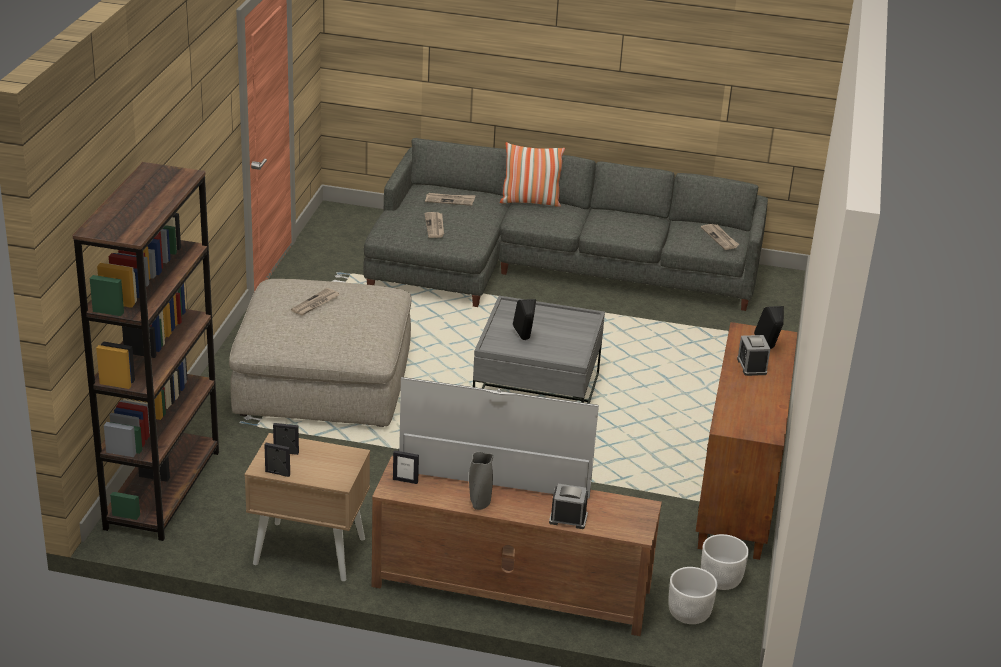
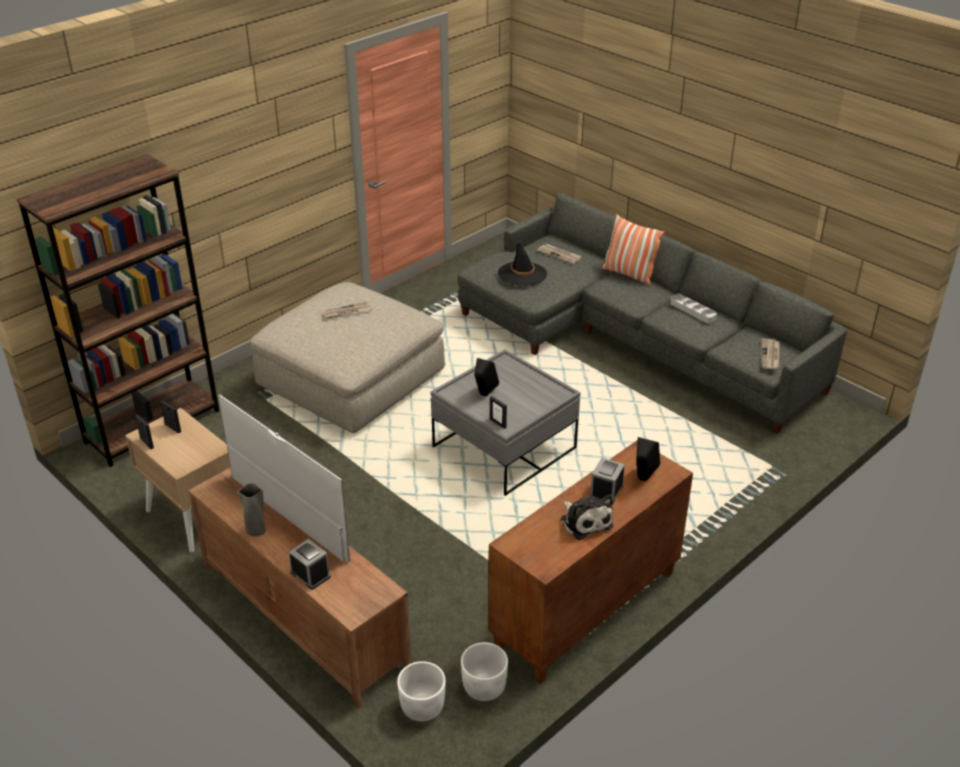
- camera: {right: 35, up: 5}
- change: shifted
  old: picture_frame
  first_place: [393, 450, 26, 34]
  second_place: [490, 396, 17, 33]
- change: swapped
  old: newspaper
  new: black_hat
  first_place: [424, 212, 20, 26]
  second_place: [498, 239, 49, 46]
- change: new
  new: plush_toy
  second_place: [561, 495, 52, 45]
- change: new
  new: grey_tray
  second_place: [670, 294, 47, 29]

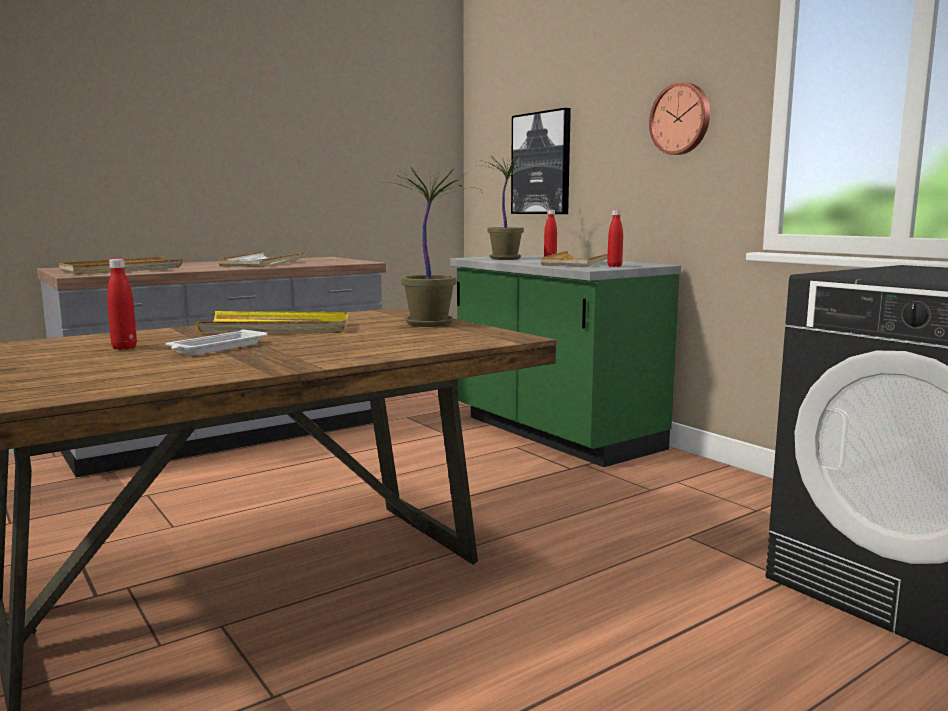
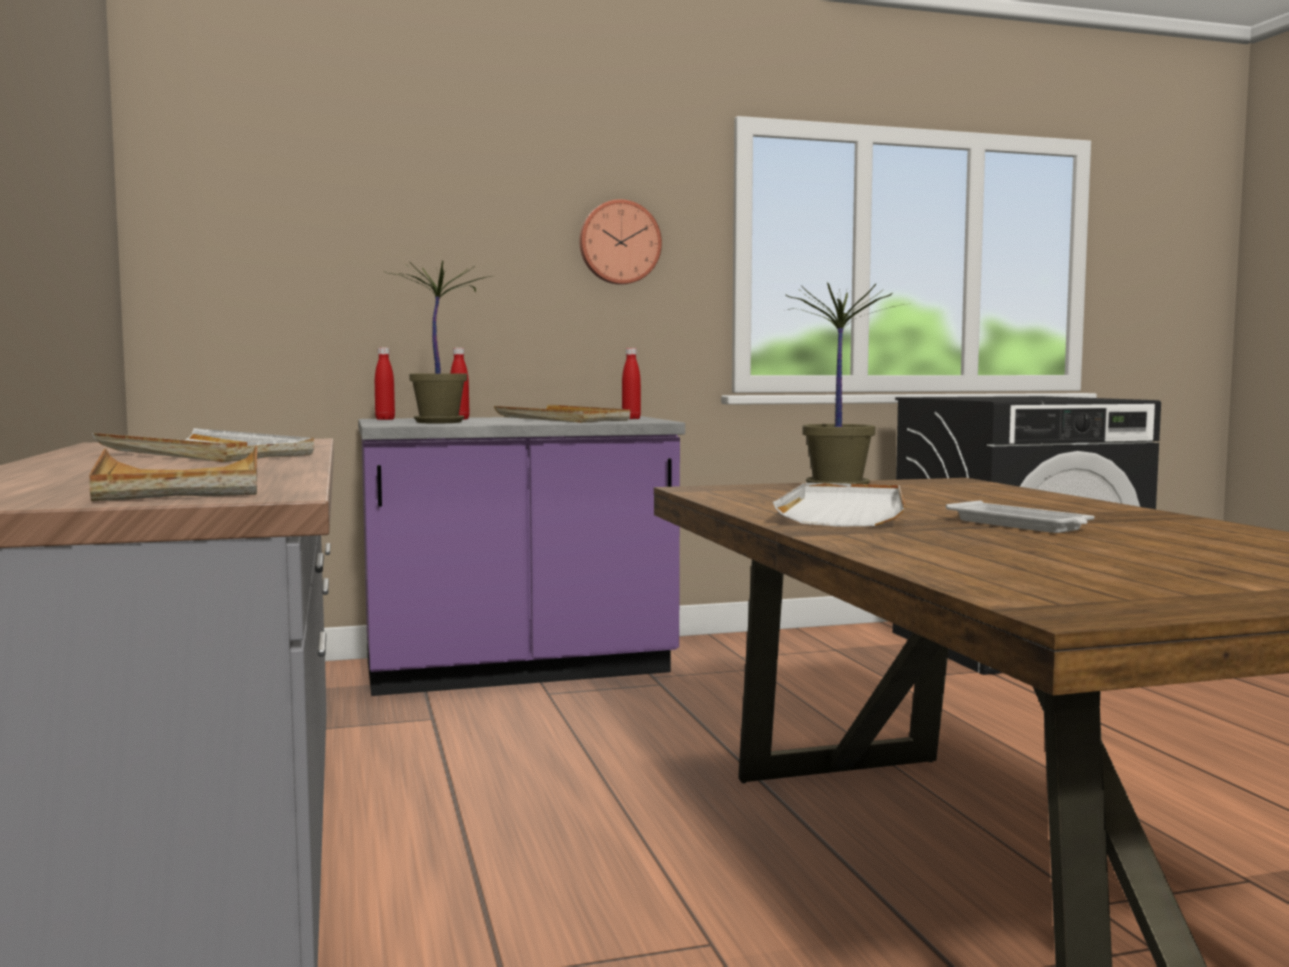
- camera: {right: -70, up: -5}
- change: shifted
  old: red_bottle
  first_place: [107, 259, 30, 91]
  second_place: [375, 348, 20, 72]
- change: repainted
  old: yellow_tray
  new: white_tray
  first_place: [196, 311, 153, 22]
  second_place: [773, 483, 133, 44]
- change: repainted
  old: green_counter
  new: purple_counter
  first_place: [450, 255, 231, 212]
  second_place: [358, 416, 327, 280]
- change: gone
  old: picture
  first_place: [511, 108, 60, 106]

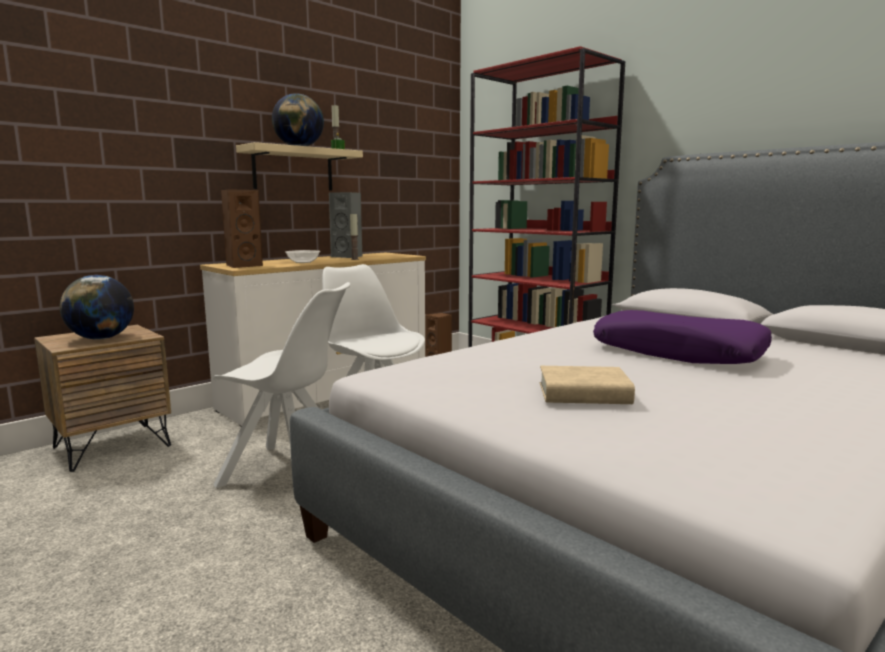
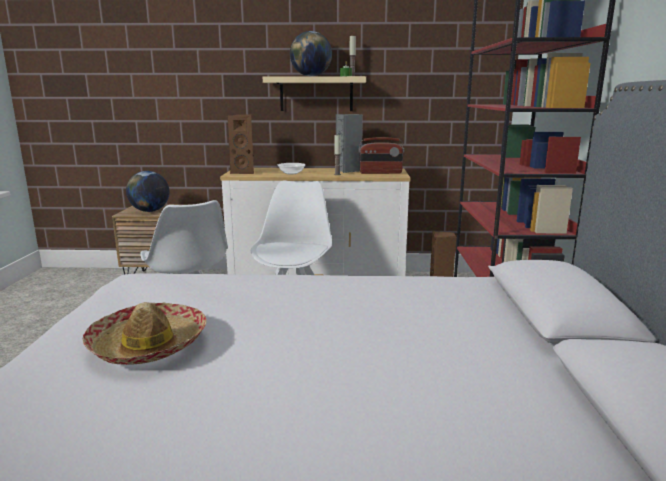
- camera: {right: 45, up: 5}
- change: swapped
  old: beige_book
  new: hat
  first_place: [540, 366, 95, 38]
  second_place: [83, 302, 124, 63]
- change: gone
  old: purple_pillow
  first_place: [593, 310, 179, 54]
- change: new
  new: radio
  second_place: [358, 137, 46, 37]

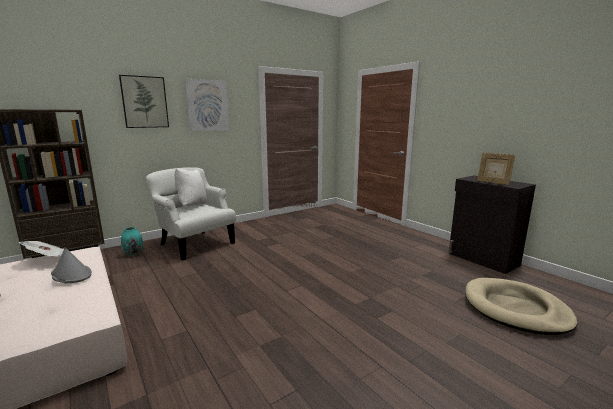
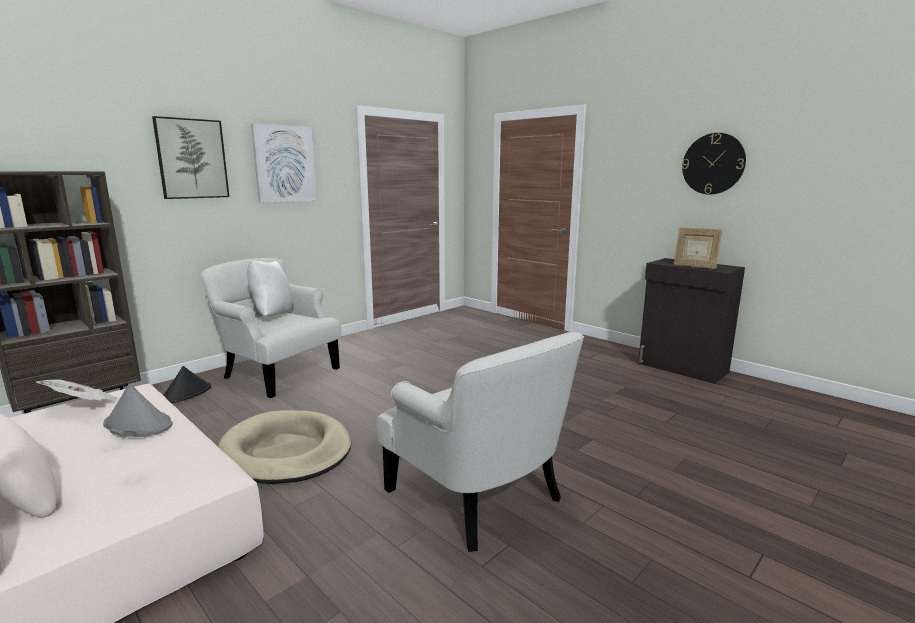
- camera: {right: -10, up: 0}
- change: swapped
  old: turquoise_vase
  new: black_hat
  first_place: [121, 227, 22, 29]
  second_place: [163, 366, 48, 37]
- change: shifted
  old: beige_dog_bed
  first_place: [465, 278, 112, 57]
  second_place: [218, 410, 133, 74]
- change: new
  new: white_armchair
  second_place: [376, 332, 208, 220]
- change: new
  new: wall_clock
  second_place: [682, 133, 64, 62]

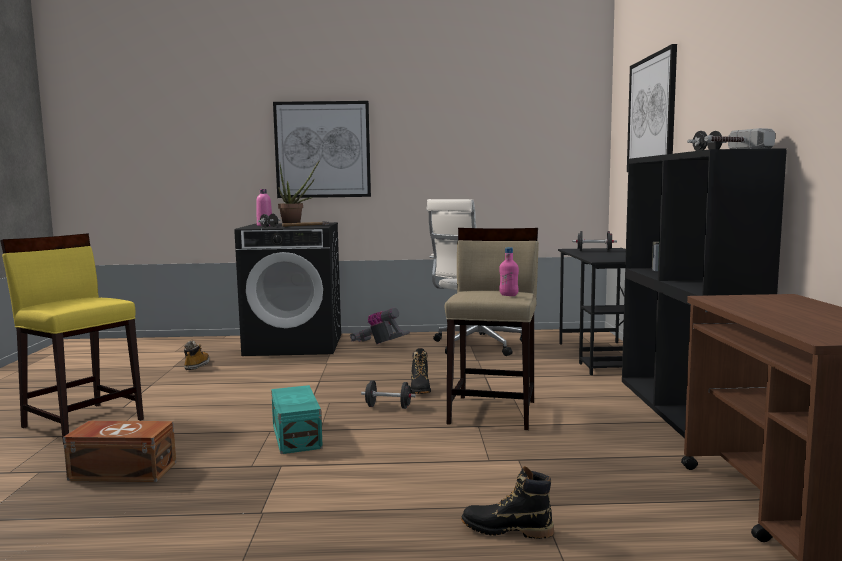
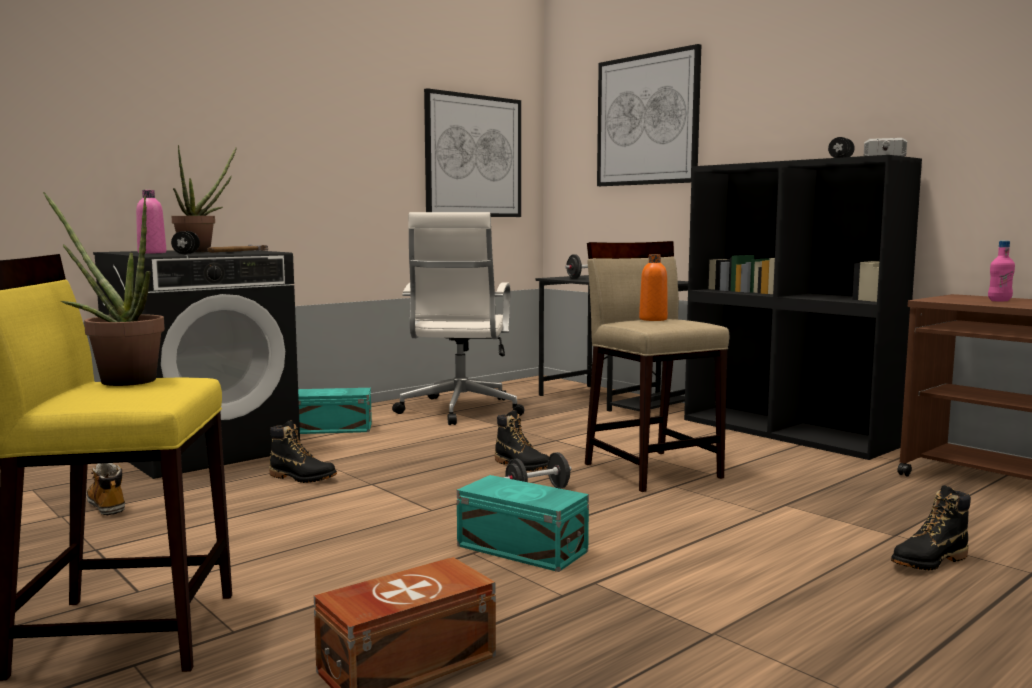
- camera: {right: -40, up: 0}
- change: shifted
  old: picture
  first_place: [273, 101, 98, 97]
  second_place: [424, 88, 97, 129]
- change: swapped
  old: vacuum_cleaner
  new: turquoise_storage_box
  first_place: [350, 308, 60, 36]
  second_place: [298, 388, 74, 46]
- change: shifted
  old: pink_bottle
  first_place: [499, 247, 20, 49]
  second_place: [988, 241, 27, 60]
- change: new
  new: potted_plant
  second_place: [43, 192, 122, 194]
- change: new
  new: black_boot
  second_place: [269, 420, 68, 63]
- change: new
  new: orange_bottle
  second_place: [639, 254, 29, 67]

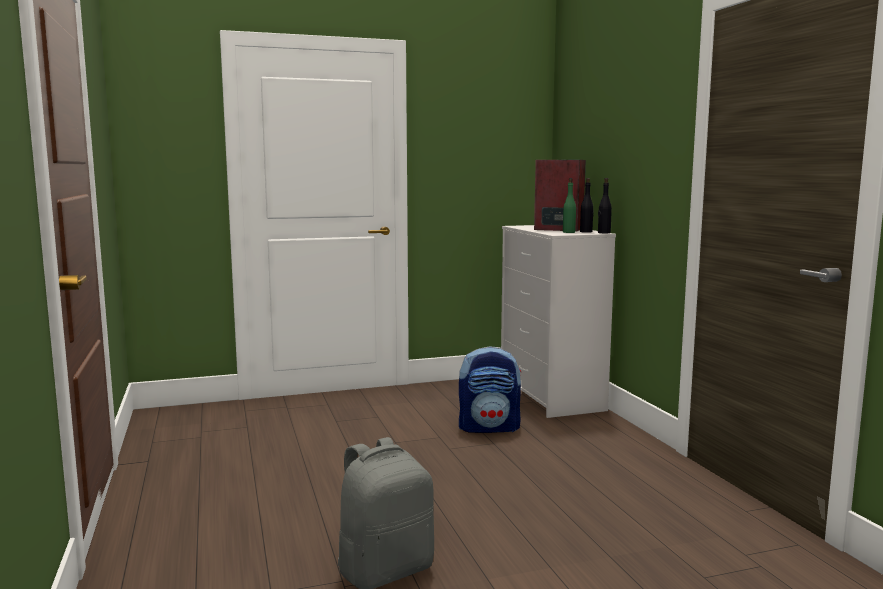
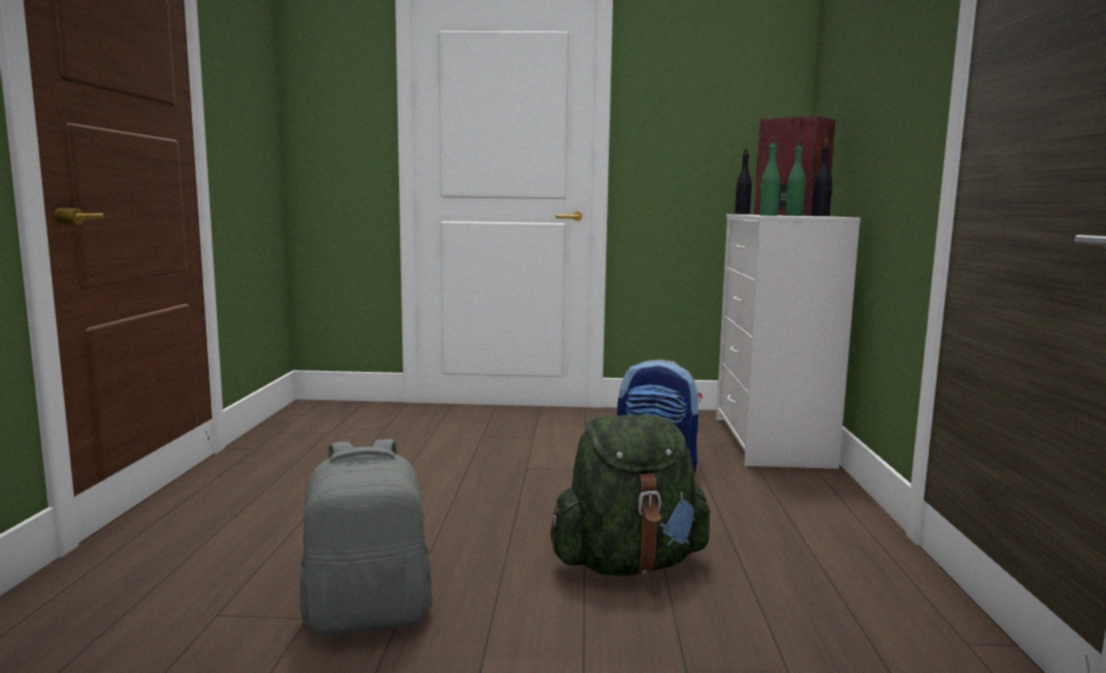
- camera: {right: 20, up: 0}
- change: shifted
  old: black_bottle
  first_place: [598, 178, 14, 55]
  second_place: [735, 148, 17, 66]
- change: new
  new: green_backpack
  second_place: [551, 415, 159, 161]
- change: new
  new: green_bottle
  second_place: [760, 137, 20, 79]

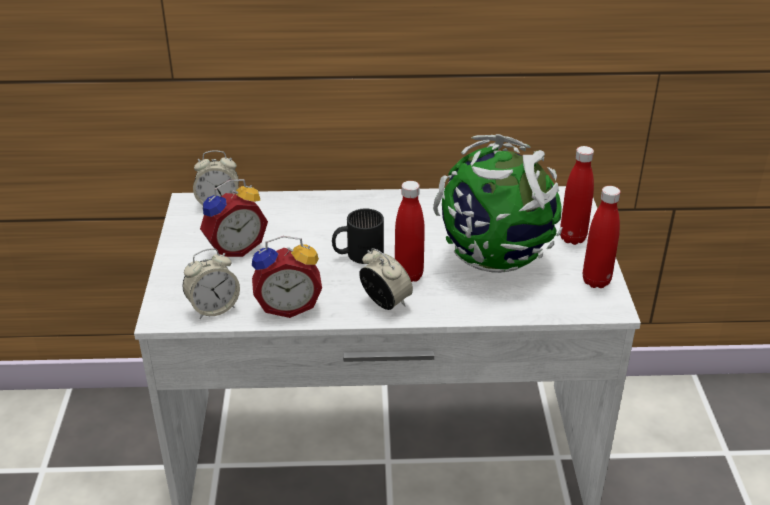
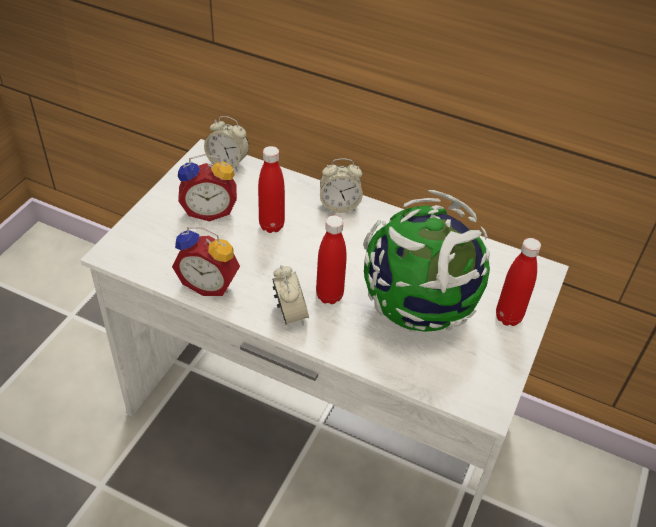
- camera: {right: 25, up: 10}
- change: shifted
  old: alarm_clock
  first_place: [182, 248, 58, 71]
  second_place: [320, 158, 43, 55]
- change: gone
  old: black_mug
  first_place: [332, 209, 52, 55]
- change: shifted
  old: red_bottle
  first_place: [583, 186, 37, 102]
  second_place: [258, 146, 27, 87]

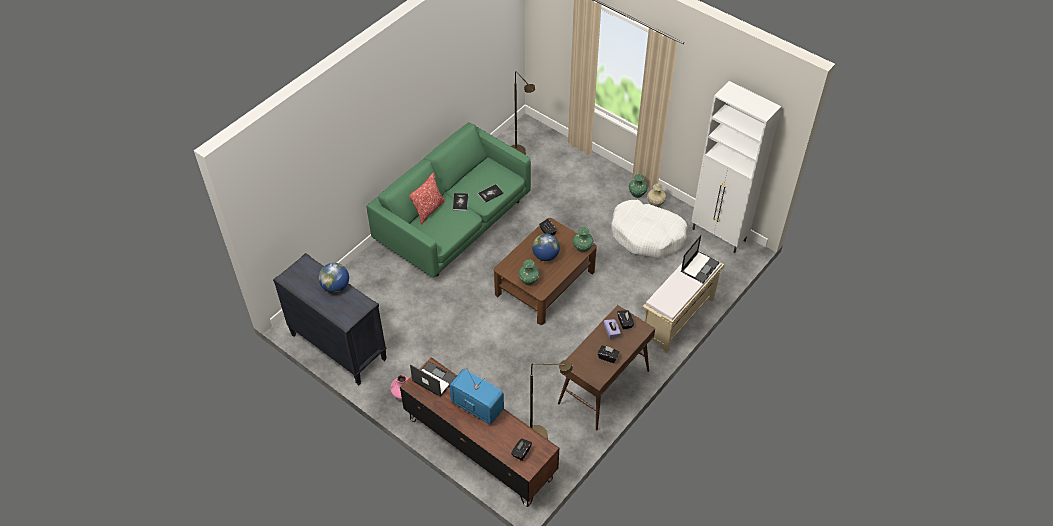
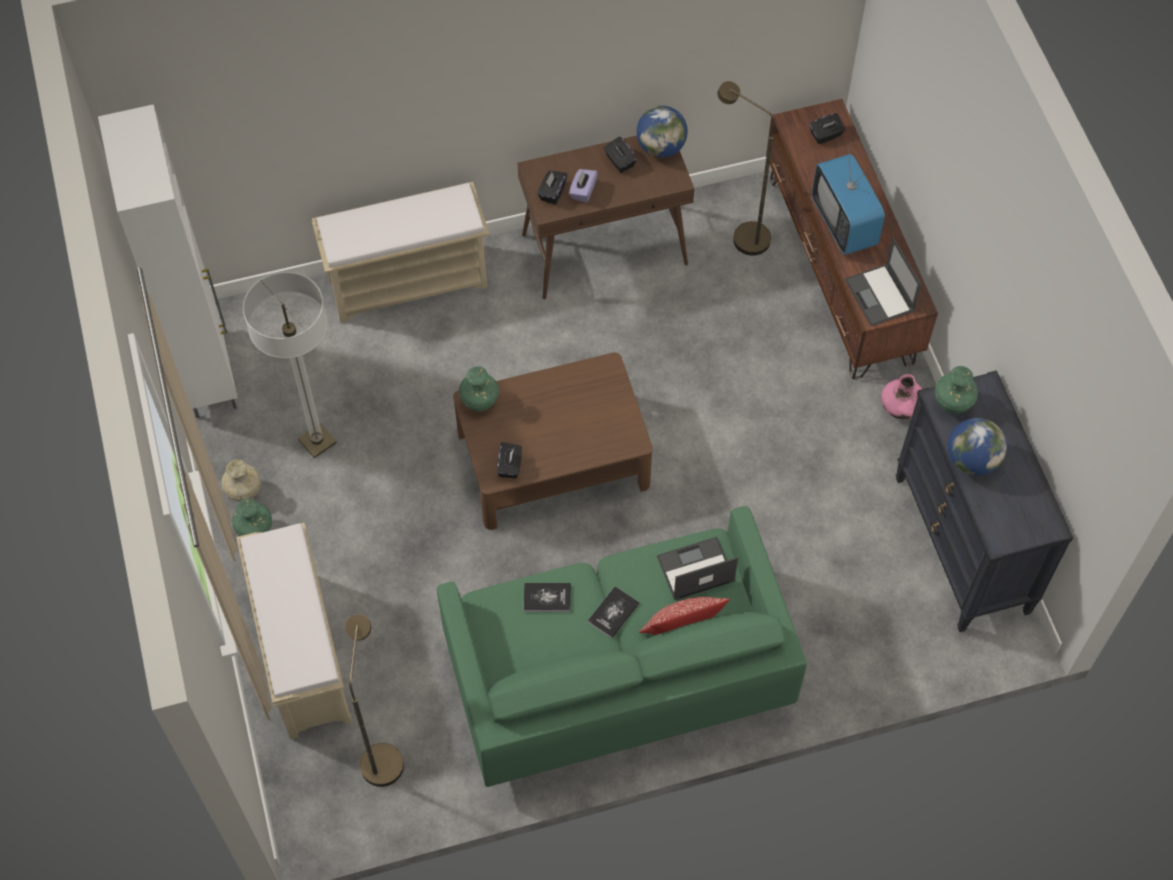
- camera: {right: -145, up: 10}
- change: shifted
  old: green_vase
  first_place: [518, 260, 22, 25]
  second_place: [935, 366, 43, 48]
- change: shifted
  old: globe
  first_place: [532, 234, 28, 27]
  second_place: [636, 106, 52, 52]
- change: swapped
  old: white_dog_bed
  new: floor_lamp
  first_place: [611, 200, 77, 58]
  second_place: [243, 272, 94, 186]
- change: shifted
  old: laptop
  first_place: [681, 235, 39, 48]
  second_place: [657, 537, 81, 63]
- change: new
  new: beige_bench
  second_place: [236, 523, 116, 216]

